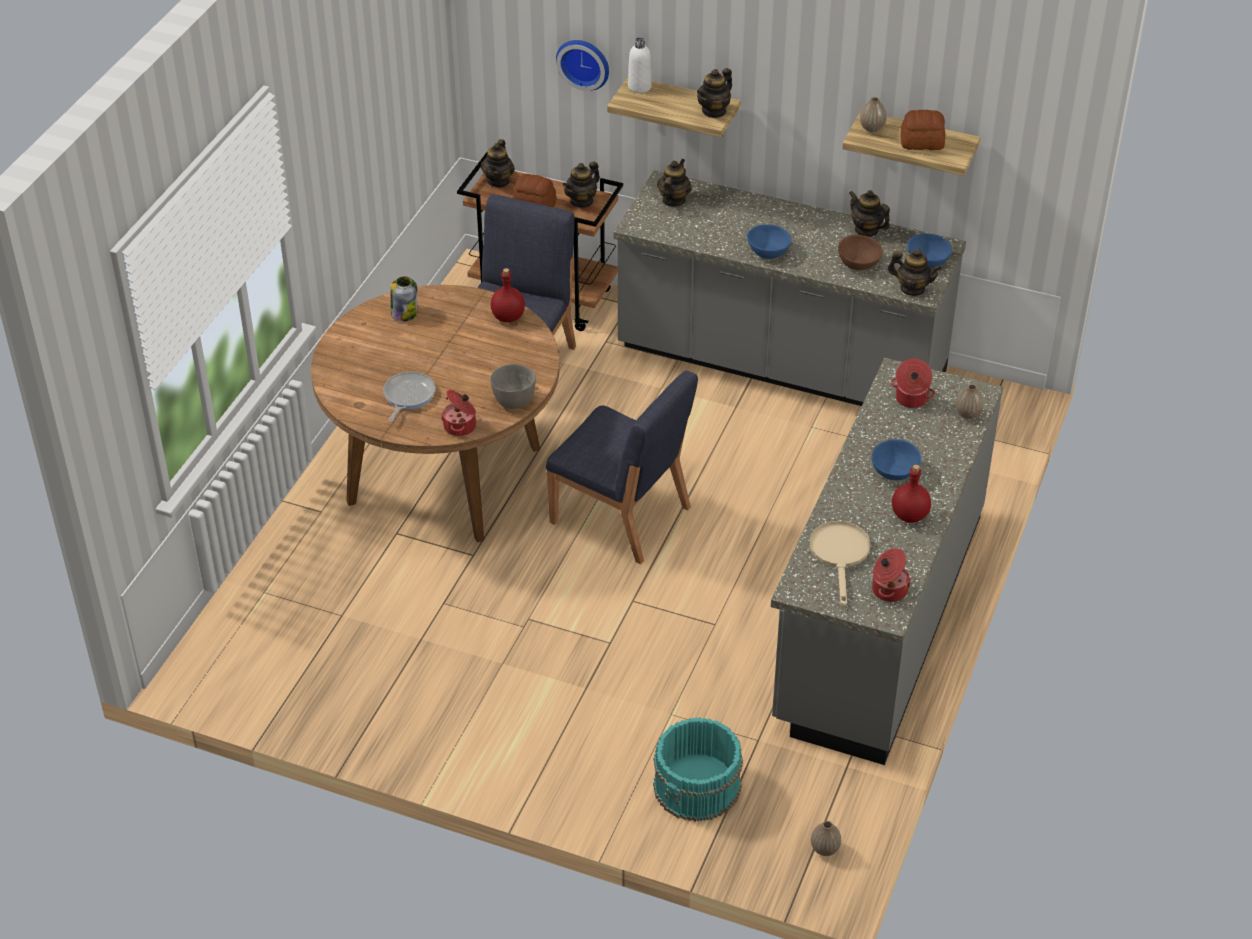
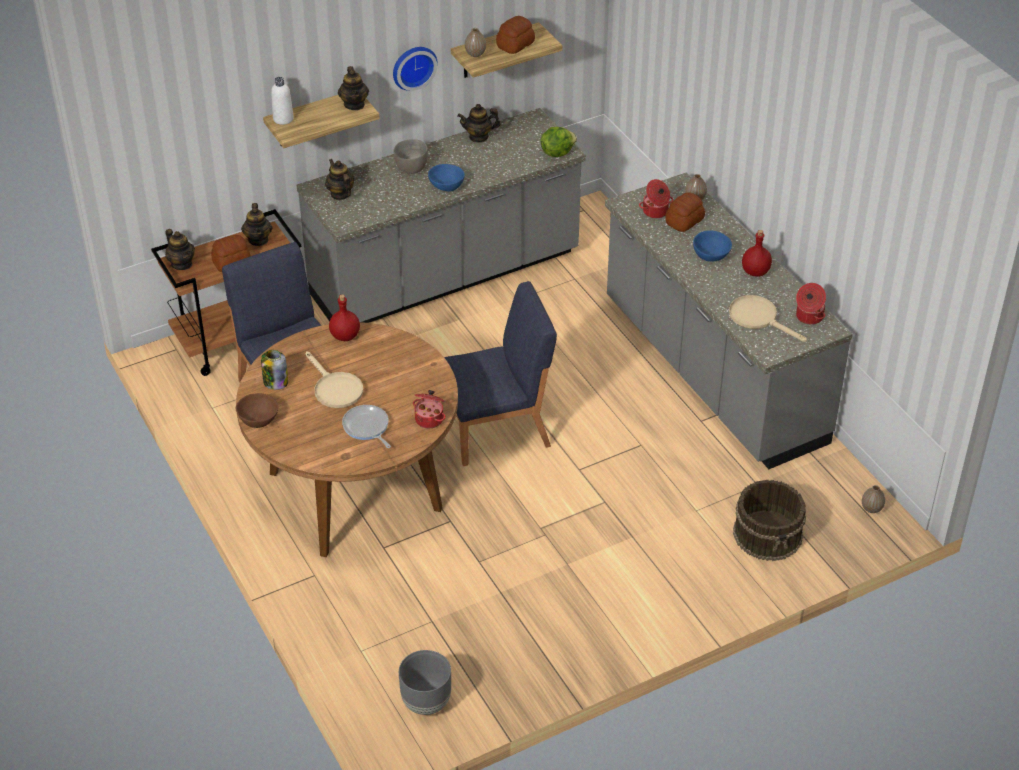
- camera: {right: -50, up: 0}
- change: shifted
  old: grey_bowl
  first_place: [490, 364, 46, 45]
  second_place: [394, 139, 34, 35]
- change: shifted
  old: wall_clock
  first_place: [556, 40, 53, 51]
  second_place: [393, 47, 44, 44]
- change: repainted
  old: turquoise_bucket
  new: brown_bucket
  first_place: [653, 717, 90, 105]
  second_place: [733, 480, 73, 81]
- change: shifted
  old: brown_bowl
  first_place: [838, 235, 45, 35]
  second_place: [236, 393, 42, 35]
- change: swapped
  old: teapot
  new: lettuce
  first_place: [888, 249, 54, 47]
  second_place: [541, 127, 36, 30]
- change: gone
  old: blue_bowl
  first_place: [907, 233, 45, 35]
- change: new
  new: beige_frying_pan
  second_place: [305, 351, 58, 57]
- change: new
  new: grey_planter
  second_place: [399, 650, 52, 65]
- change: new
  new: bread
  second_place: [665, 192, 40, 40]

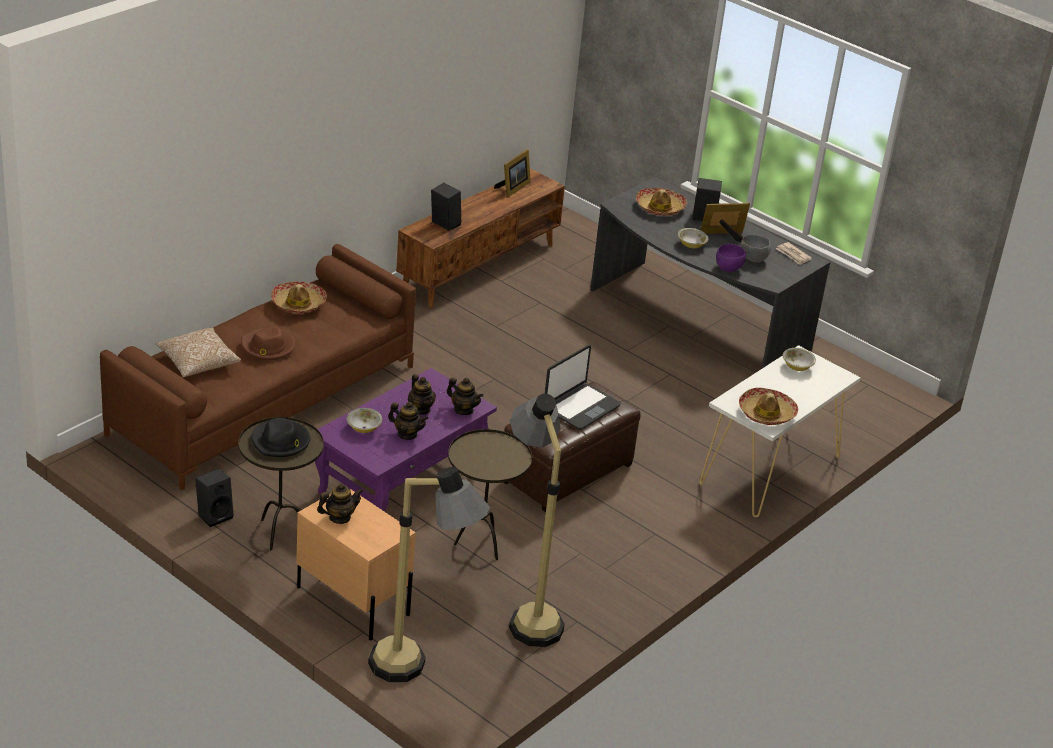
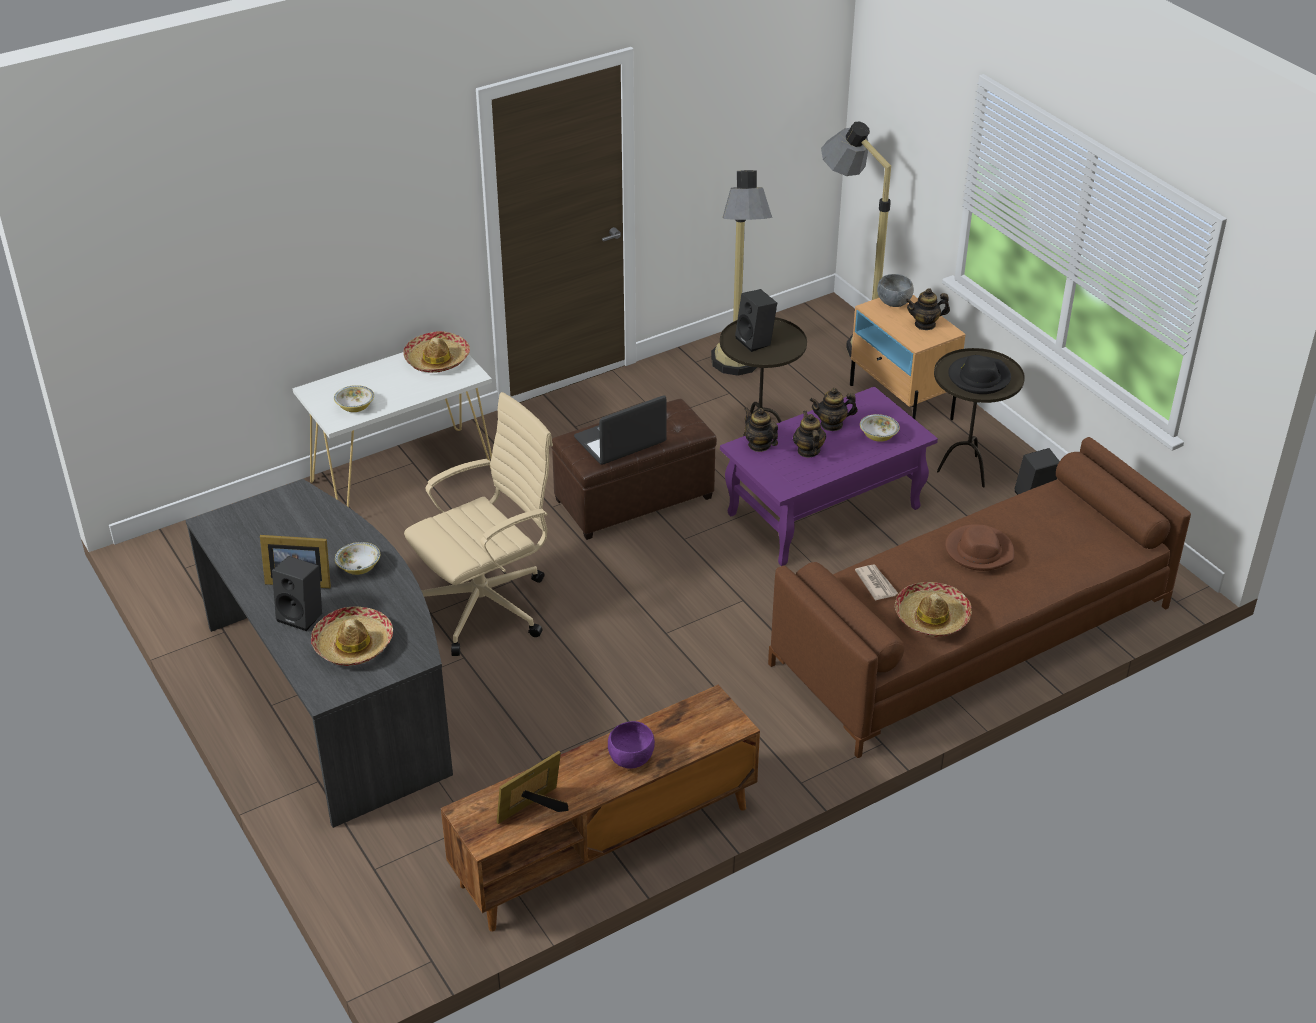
- camera: {right: -160, up: 5}
- change: gone
  old: pillow
  first_place: [156, 328, 85, 49]
- change: rotated
  old: teapot
  first_place: [388, 402, 40, 38]
  second_place: [810, 388, 48, 43]
  degrees: -45
- change: shifted
  old: black_speaker
  first_place: [431, 183, 30, 48]
  second_place: [735, 289, 42, 63]
- change: shifted
  old: purple_bowl
  first_place: [716, 244, 30, 28]
  second_place: [608, 721, 47, 48]
- change: shifted
  old: grey_bowl
  first_place: [740, 235, 31, 27]
  second_place: [877, 274, 37, 33]
- change: shifted
  old: newspaper
  first_place: [776, 242, 36, 23]
  second_place: [855, 564, 44, 36]
- change: new
  new: beige_office_chair
  second_place: [404, 392, 149, 264]

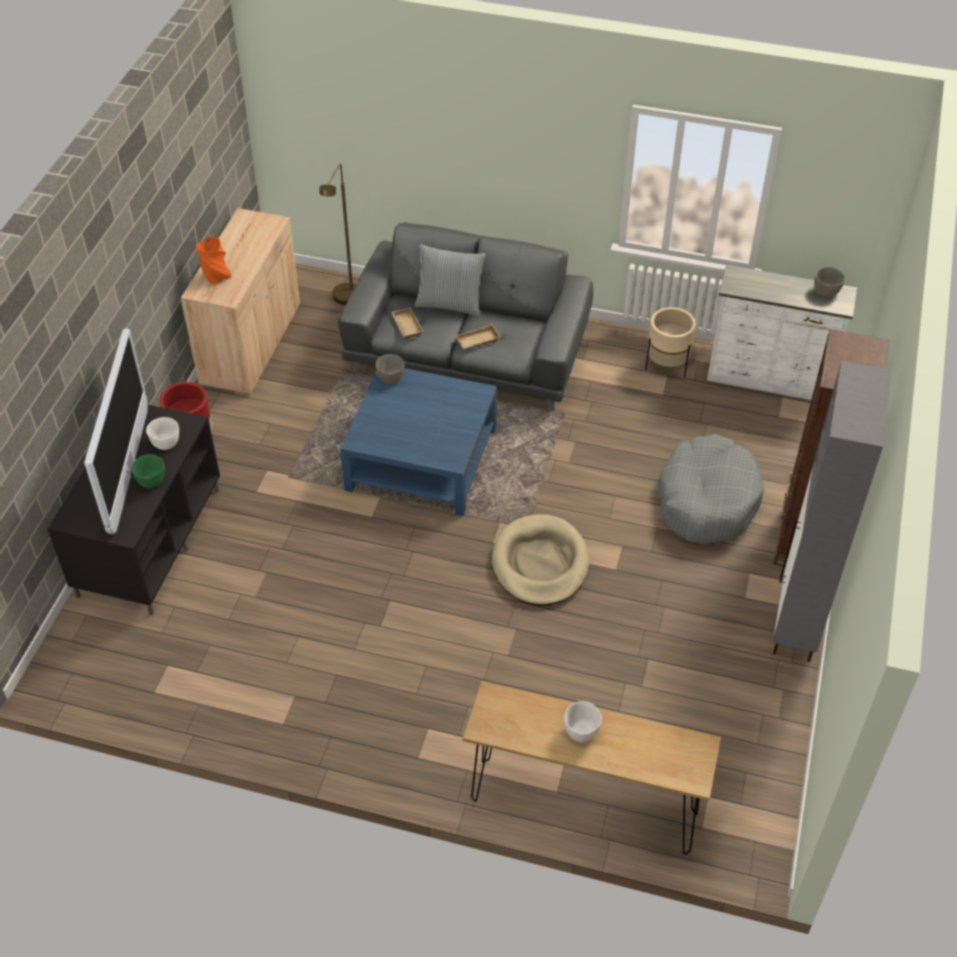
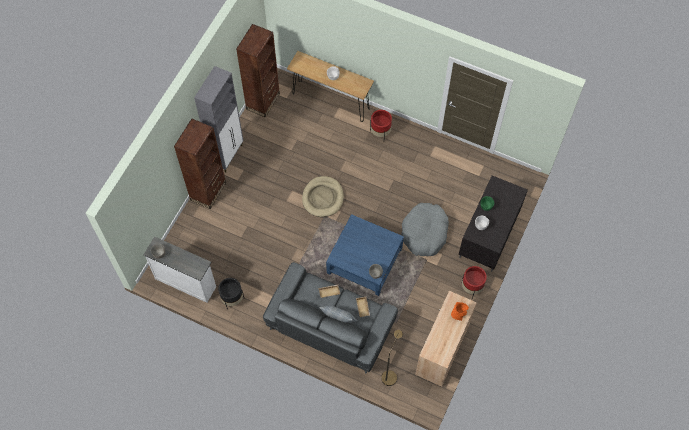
- camera: {right: -170, up: 15}
- change: gone
  old: television
  first_place: [84, 328, 64, 206]
- change: repainted
  old: beige_planter
  new: black_planter
  first_place: [645, 307, 51, 70]
  second_place: [218, 278, 26, 32]
- change: shifted
  old: grey_dog_bed
  first_place: [658, 434, 106, 110]
  second_place: [401, 203, 48, 53]
- change: new
  new: brown_bookcase
  second_place: [236, 24, 44, 94]
- change: new
  new: red_planter
  second_place: [370, 110, 22, 28]

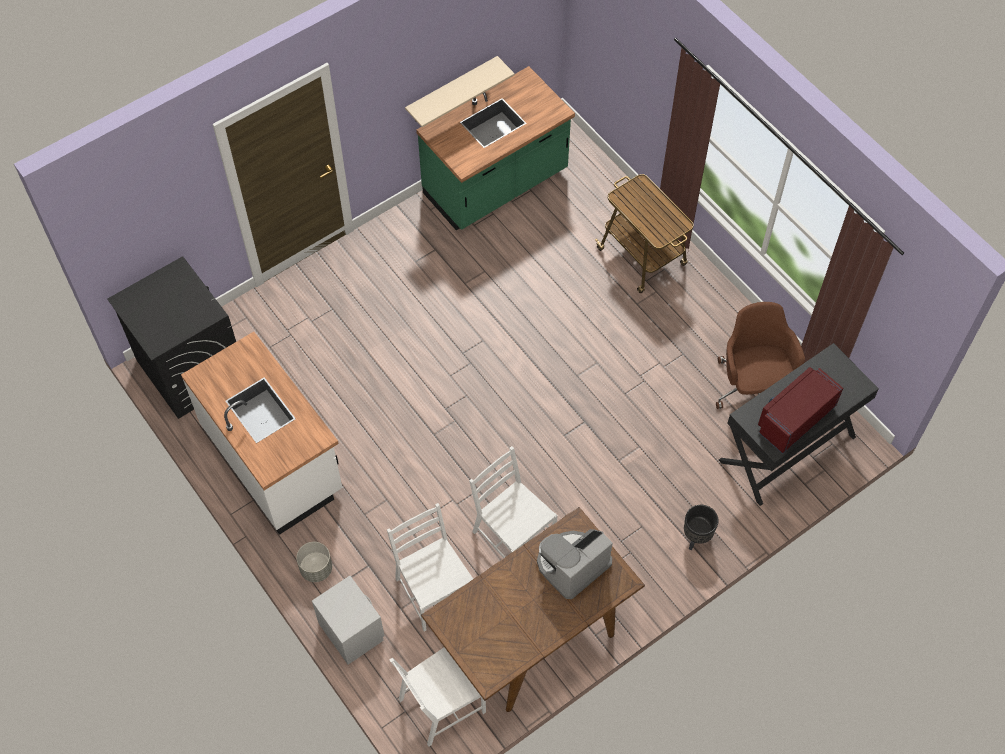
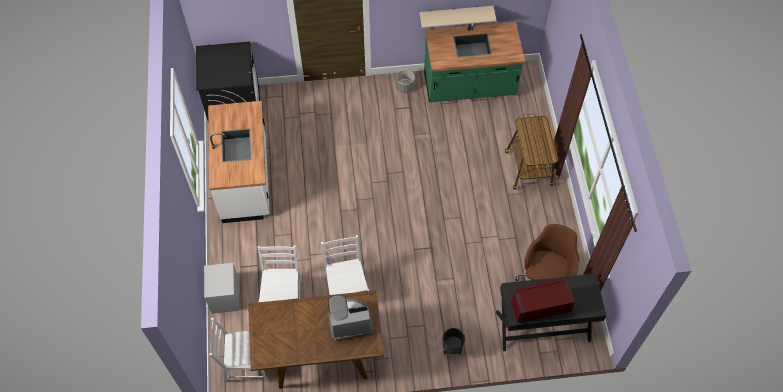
- camera: {right: 30, up: 0}
- change: shifted
  old: grey_planter
  first_place: [296, 542, 36, 40]
  second_place: [396, 70, 19, 24]

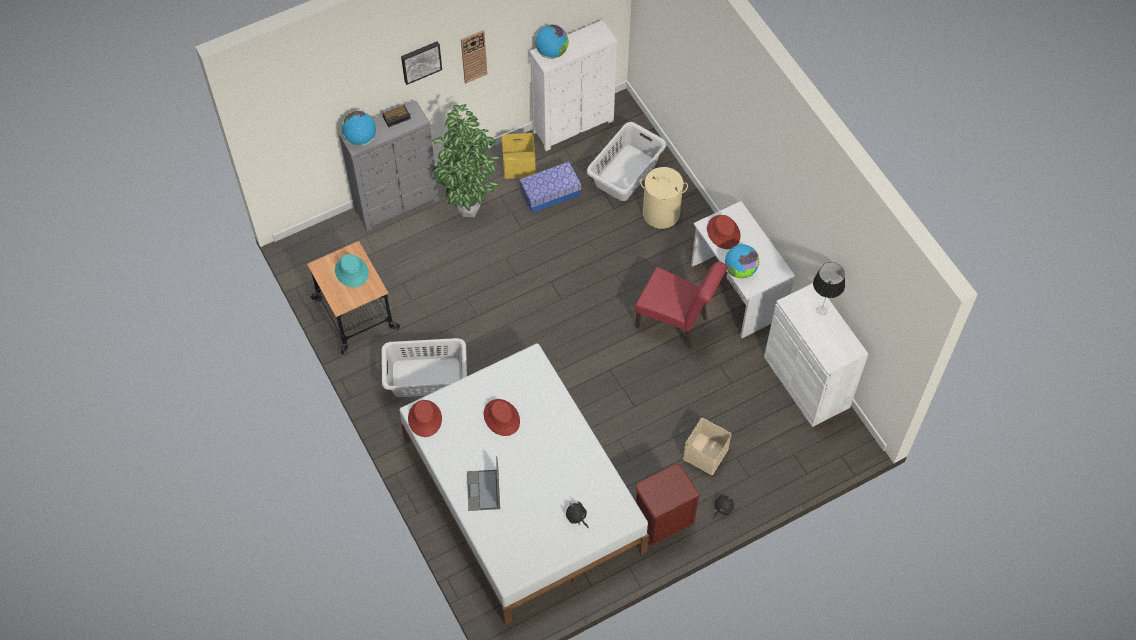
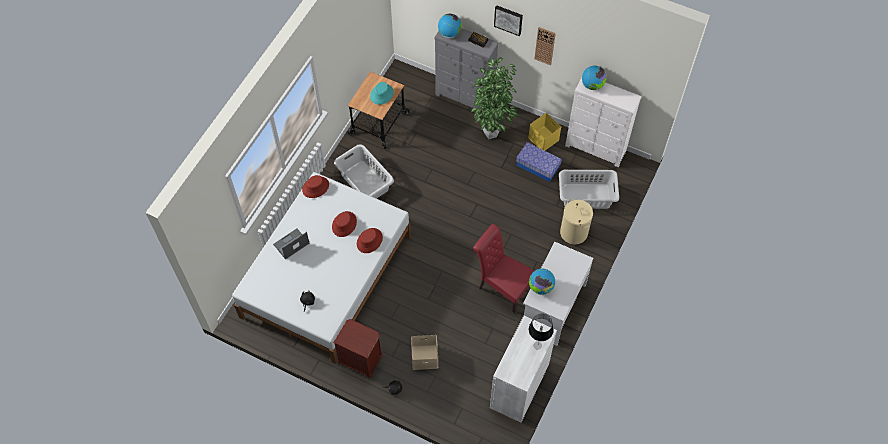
- camera: {right: 55, up: 0}
- change: rotated
  old: red_chair
  first_place: [634, 262, 93, 87]
  second_place: [473, 224, 61, 89]
  degrees: 135
- change: shifted
  old: red_hat
  first_place: [707, 215, 33, 34]
  second_place: [357, 228, 26, 25]

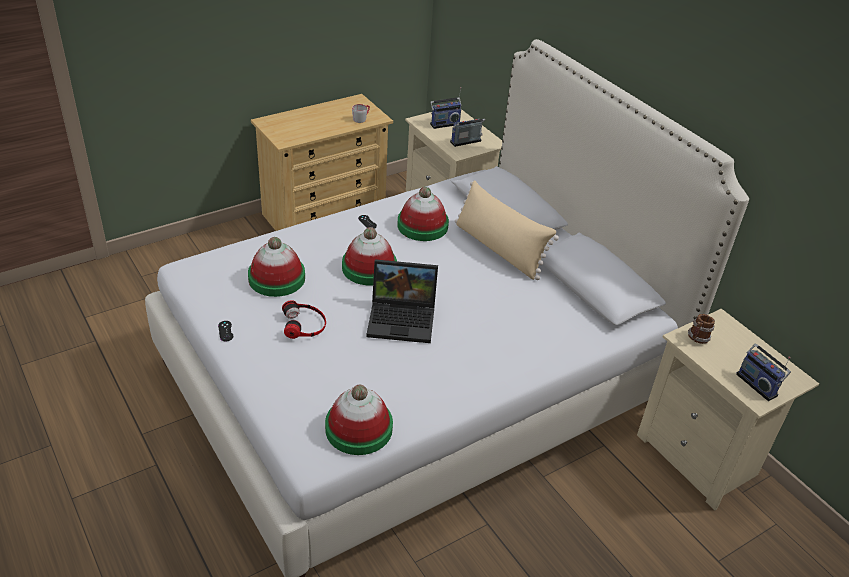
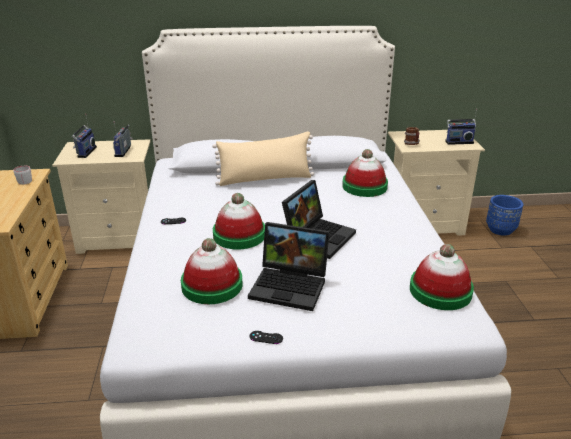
- camera: {right: -60, up: -10}
- change: swapped
  old: headphones
  new: laptop
  first_place: [282, 300, 44, 39]
  second_place: [248, 222, 82, 89]
- change: shifted
  old: hat
  first_place: [398, 187, 51, 54]
  second_place: [342, 149, 46, 48]
- change: new
  new: blue_planter
  second_place: [486, 195, 37, 41]

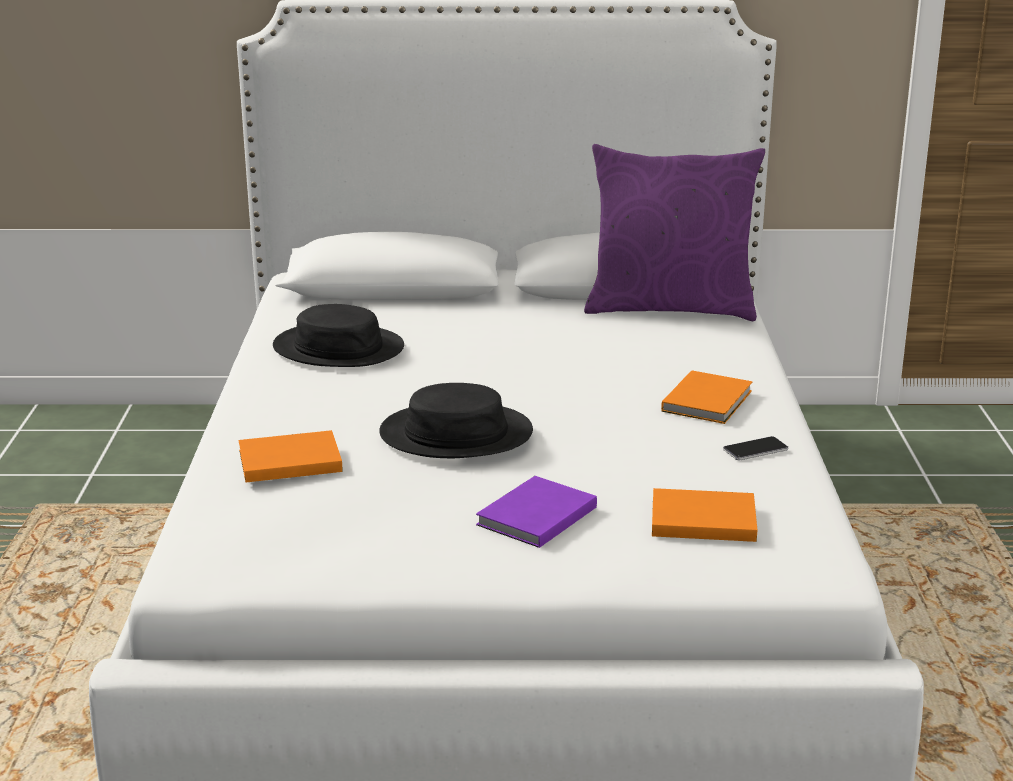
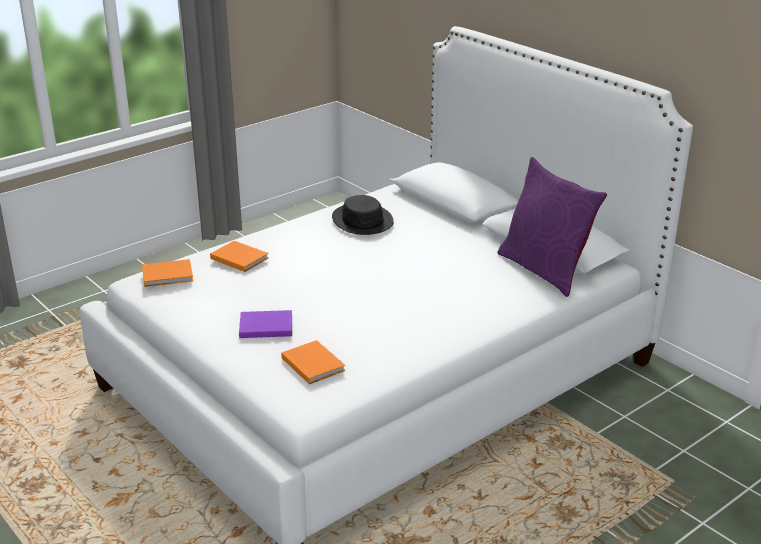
- camera: {right: 50, up: 5}
- change: gone
  old: black_hat
  first_place: [379, 383, 154, 75]
- change: shifted
  old: orange_book
  first_place: [661, 370, 91, 54]
  second_place: [142, 259, 51, 28]
- change: gone
  old: phone
  first_place: [723, 436, 65, 24]

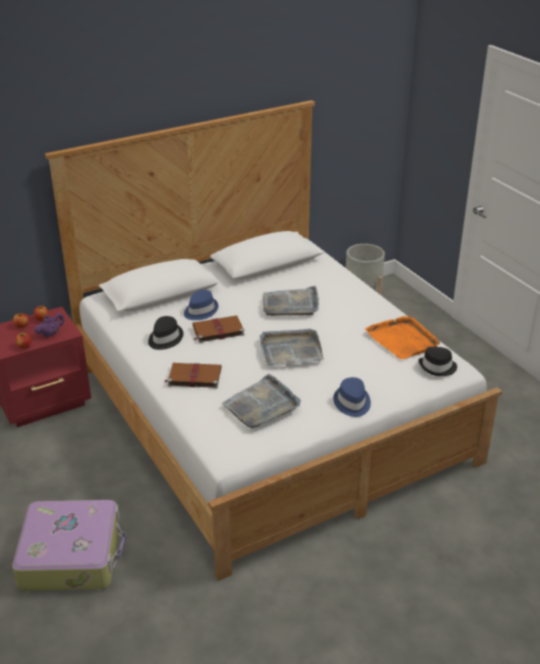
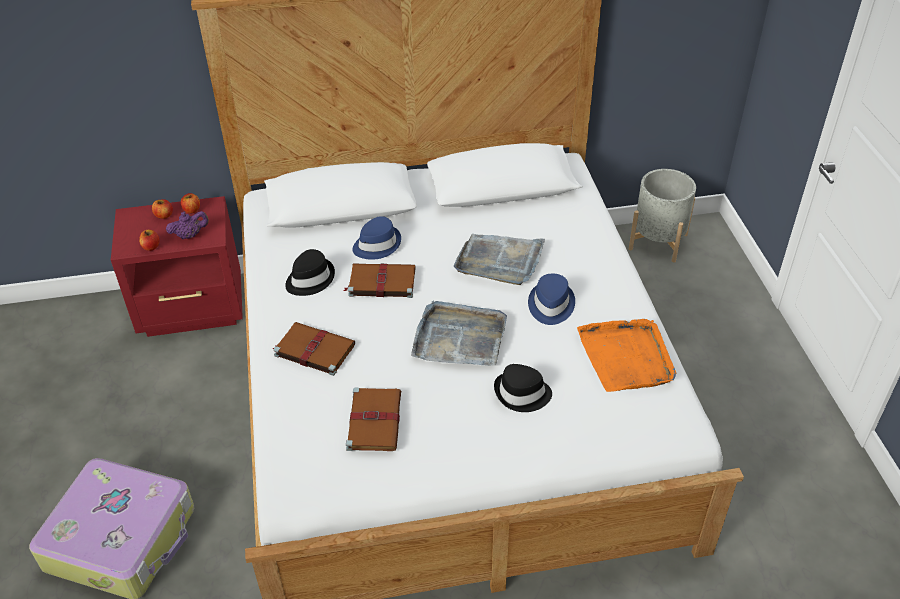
- camera: {right: 20, up: 10}
- change: swapped
  old: grey_tray
  new: brown_book
  first_place: [222, 374, 79, 54]
  second_place: [346, 388, 55, 63]
- change: shifted
  old: blue_hat
  first_place: [333, 377, 38, 40]
  second_place: [528, 274, 47, 51]
- change: shifted
  old: black_hat
  first_place: [419, 347, 38, 29]
  second_place: [494, 364, 58, 48]

